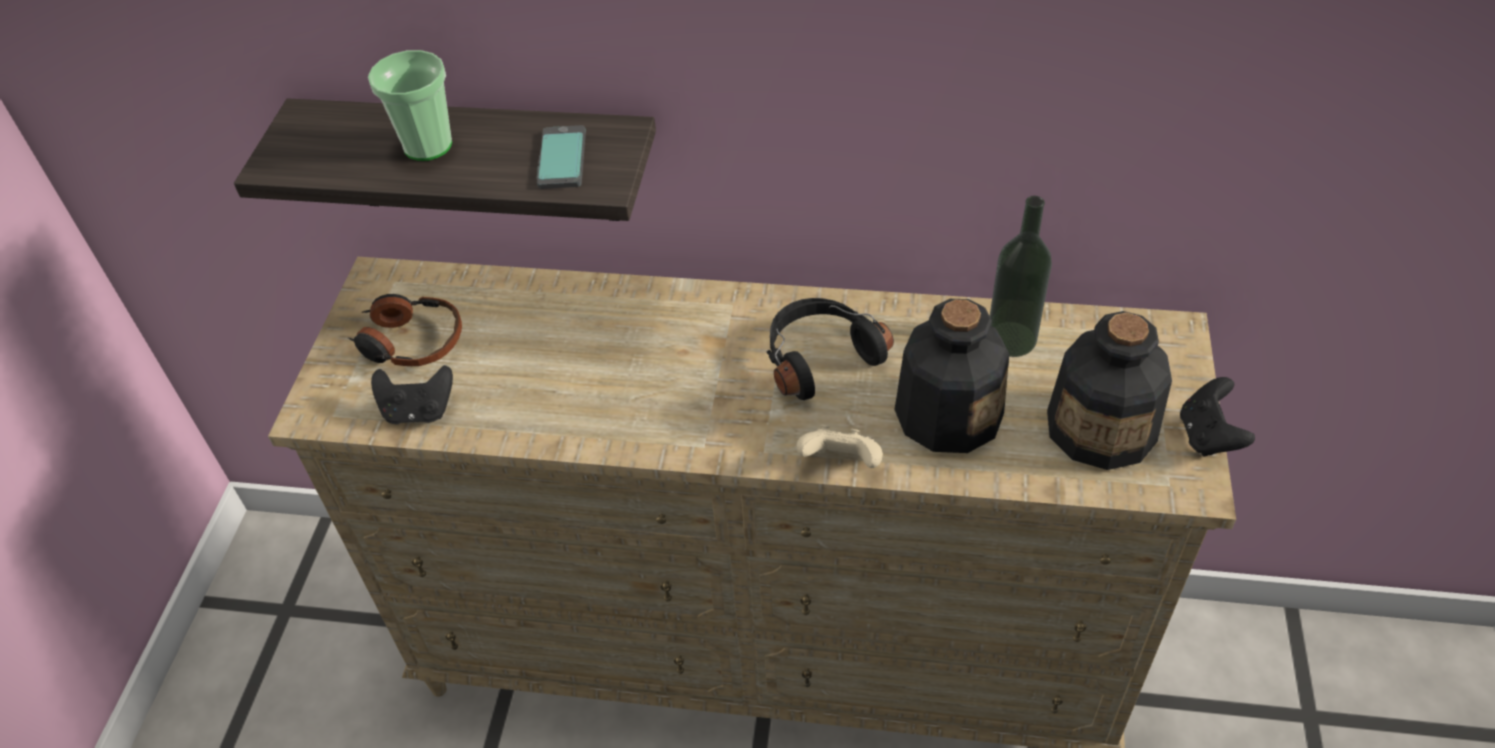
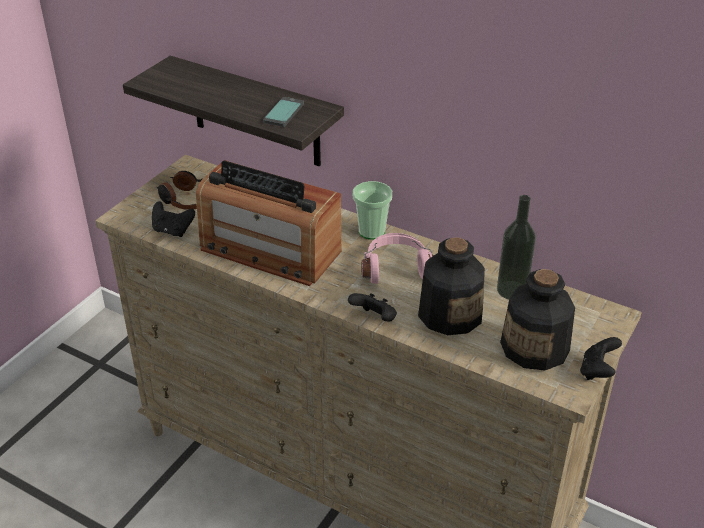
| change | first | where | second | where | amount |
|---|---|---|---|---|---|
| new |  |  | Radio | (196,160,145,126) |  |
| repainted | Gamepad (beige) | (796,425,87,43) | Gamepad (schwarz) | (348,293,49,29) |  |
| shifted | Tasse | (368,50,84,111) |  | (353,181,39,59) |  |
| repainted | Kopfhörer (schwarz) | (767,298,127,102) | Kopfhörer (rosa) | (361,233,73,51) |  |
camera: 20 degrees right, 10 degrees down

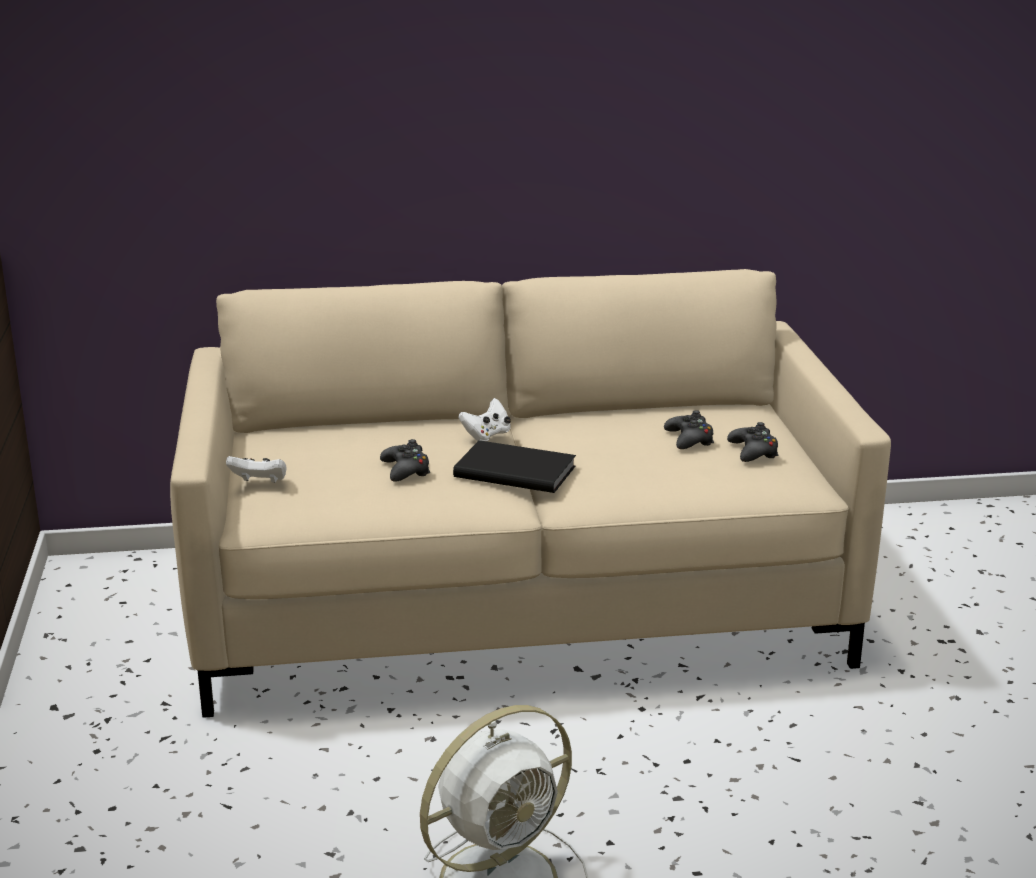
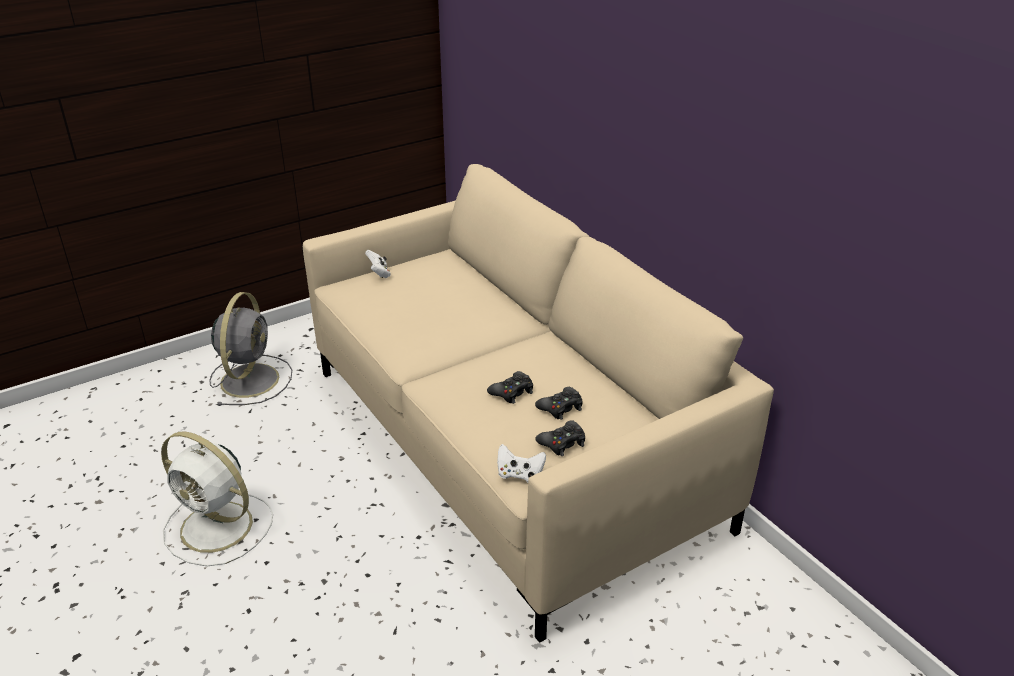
| change | first | where | second | where | amount |
|---|---|---|---|---|---|
| new |  |  | Ventilator (grau) | (209,292,83,114) |  |
| shifted | Gamepad (schwarz) | (380,439,50,43) |  | (487,371,46,33) |  |
| shifted | Gamepad (weiß) | (458,398,53,43) |  | (497,444,49,39) |  |
| gone | Buch (schwarz) | (453,440,123,53) |  |  |  |
camera: 65 degrees right, 10 degrees up

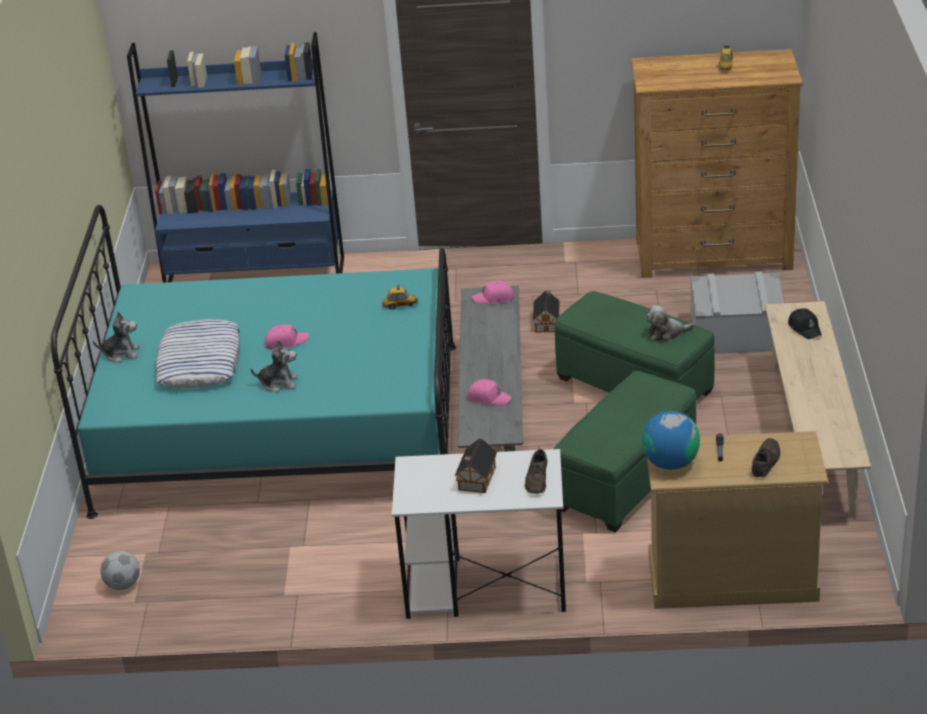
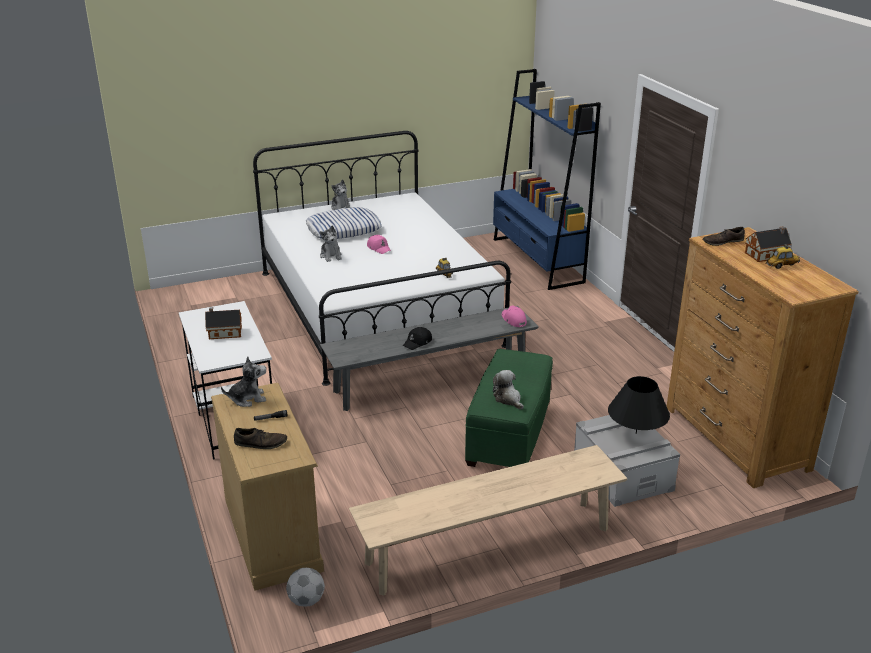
| change | first | where | second | where | amount |
|---|---|---|---|---|---|
| swapped | Globus | (642,411,58,59) | Plüschtier | (221,356,45,51) |  |
| repainted | Bett (türkis) | (51,205,405,314) | Bett (weiß) | (253,131,258,255) |  |
| shifted | Fußball | (101,551,39,39) |  | (286,568,39,38) |  |
| shifted | Kappe (schwarz) | (788,308,34,31) |  | (403,327,29,23) |  |
| new |  |  | Tischlampe (schwarz) | (608,376,62,58) |  |
| shifted | Schuh (braun) | (525,449,22,45) |  | (703,227,42,19) |  |
| shifted | Spielzeughaus | (533,291,27,42) |  | (745,227,47,35) |  |
| gone | Kappe (rosa) | (467,379,45,27) |  |  |  |
| gone | Polsterhocker (grün) | (553,371,144,161) |  |  |  |
camera: 65 degrees right, 5 degrees down

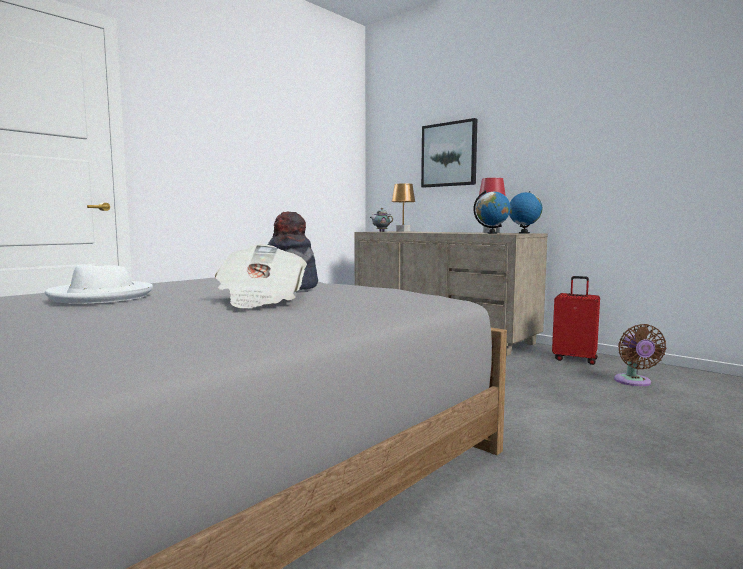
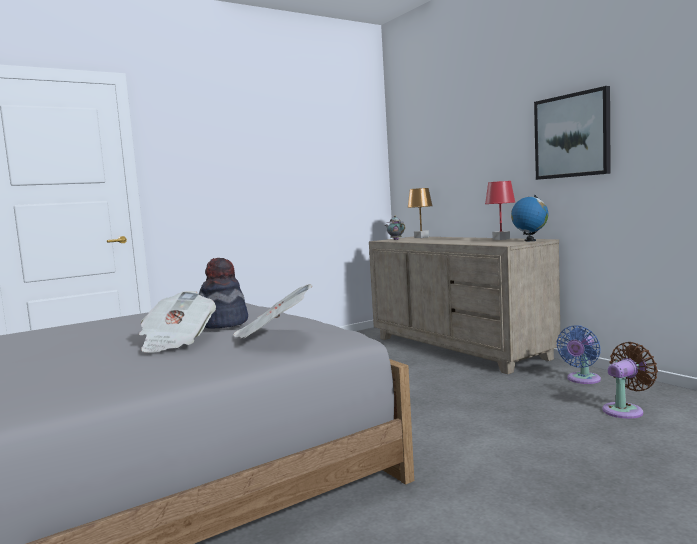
| change | first | where | second | where | amount |
|---|---|---|---|---|---|
| new |  |  | Zeitung | (233,284,80,55) |  |
| shifted | Bild | (421,118,56,69) |  | (534,86,77,94) |  |
| swapped | Koffer (rot) | (552,276,48,89) | Ventilator (blau) | (557,325,44,59) |  |
| rotated | Ventilator (braun) | (614,324,53,62) |  | (603,342,55,77) | 135 degrees counterclockwise |
| gone | Hut (weiß) | (45,265,108,39) |  |  |  |
| gone | Globus | (473,190,38,44) |  |  |  |
camera: 15 degrees right, 0 degrees up

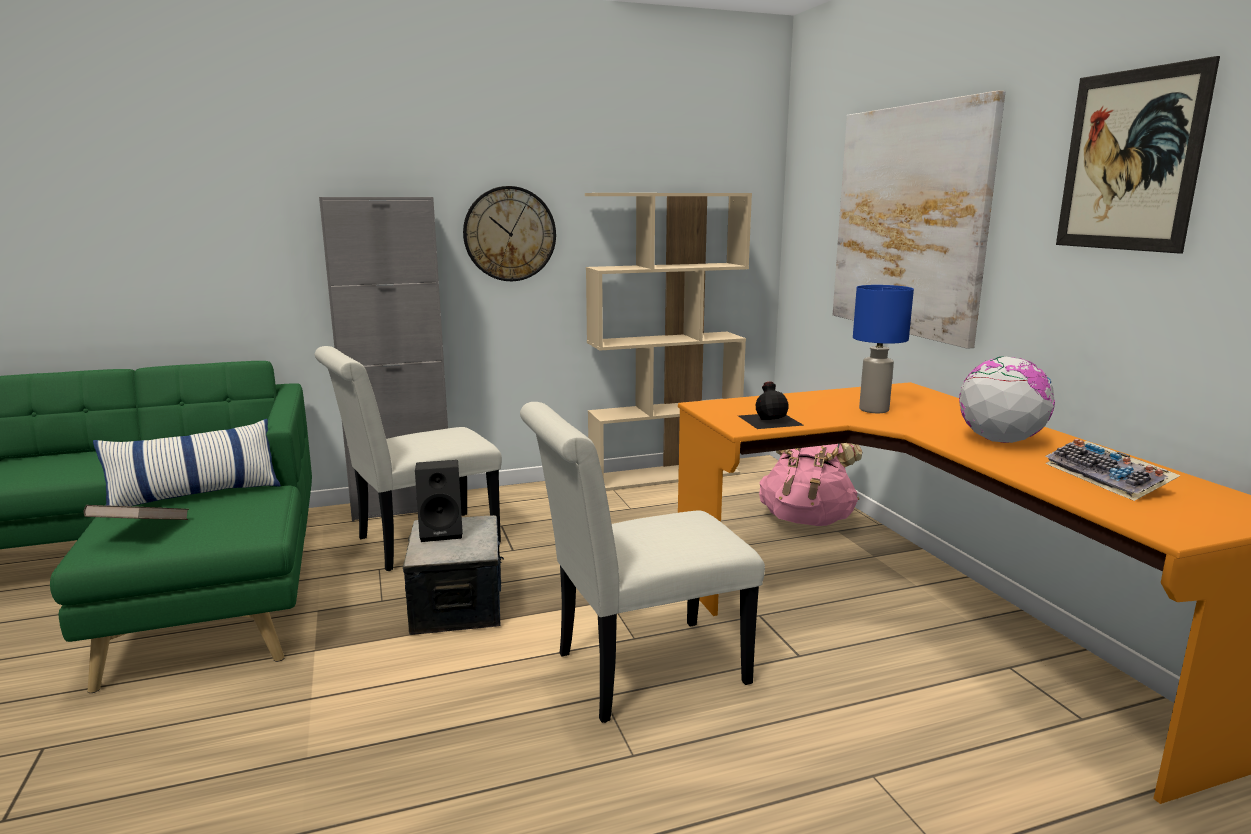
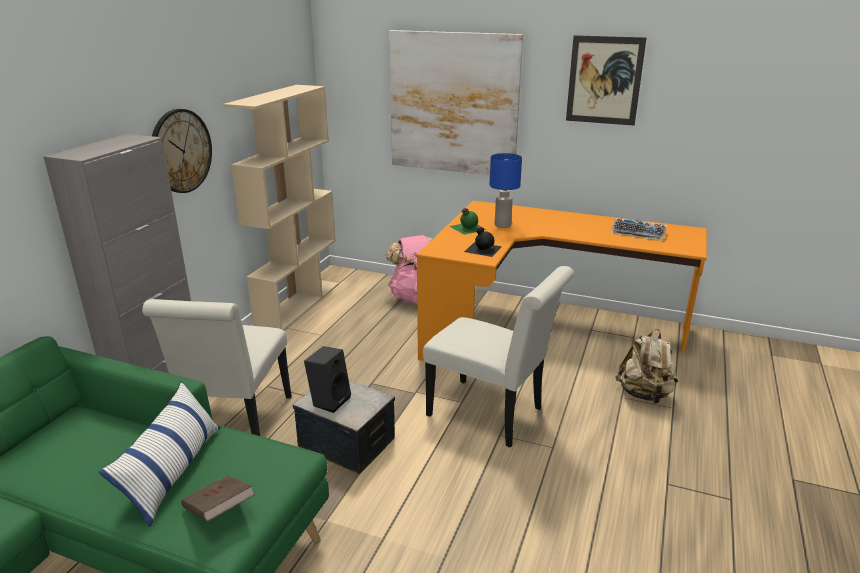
| change | first | where | second | where | amount |
|---|---|---|---|---|---|
| rotated | Stuhl (weiß) | (520,402,245,321) |  | (423,266,151,181) | 75 degrees counterclockwise |
| new |  |  | Flasche (grün) | (449,208,38,27) |  |
| new |  |  | Rucksack (beige) | (615,329,63,75) |  |
| gone | Globus | (959,356,96,87) |  |  |  |
camera: 50 degrees left, 10 degrees up

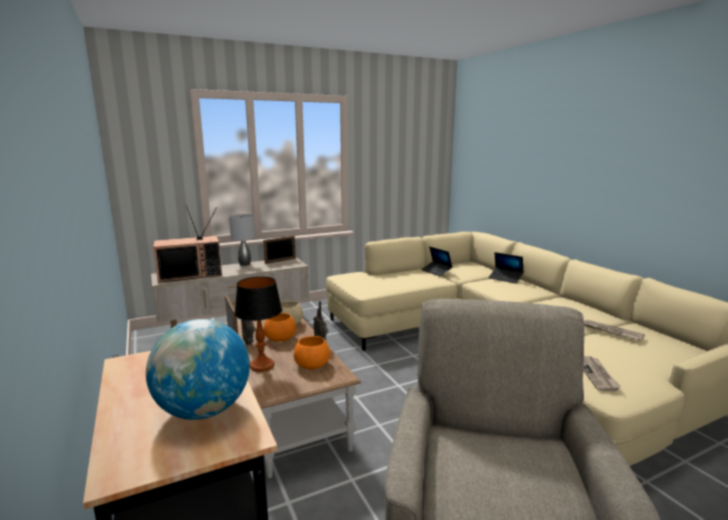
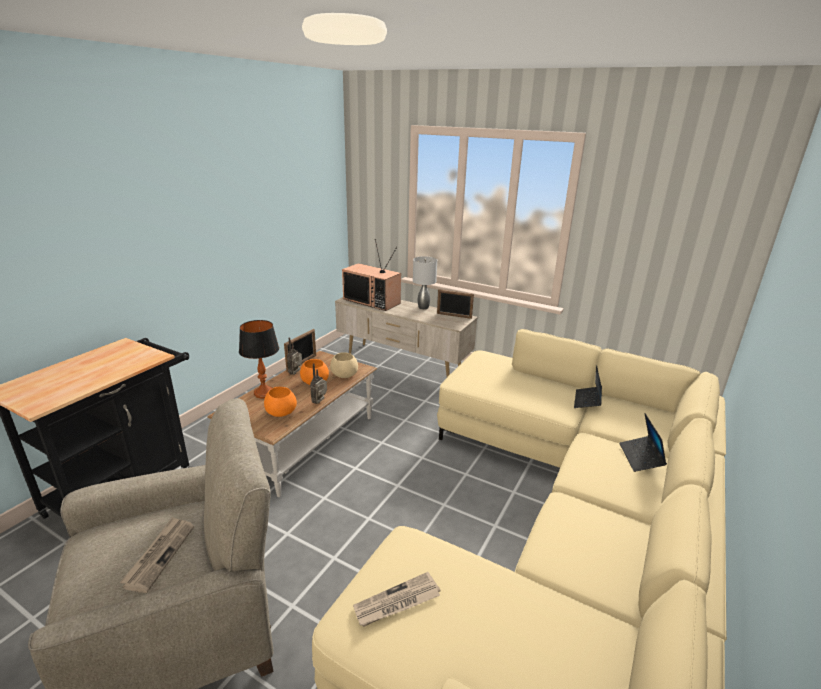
| change | first | where | second | where | amount |
|---|---|---|---|---|---|
| shifted | Zeitung | (584,320,61,21) |  | (120,517,74,76) |  |
| gone | Globus | (146,319,104,101) |  |  |  |
camera: 55 degrees right, 10 degrees up

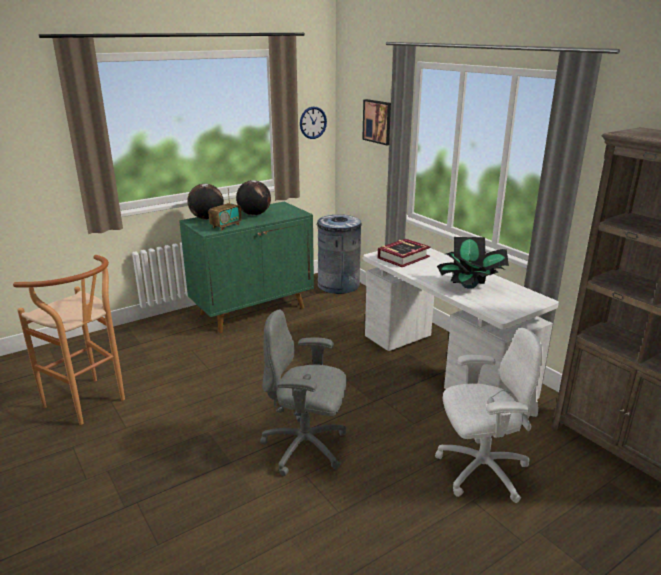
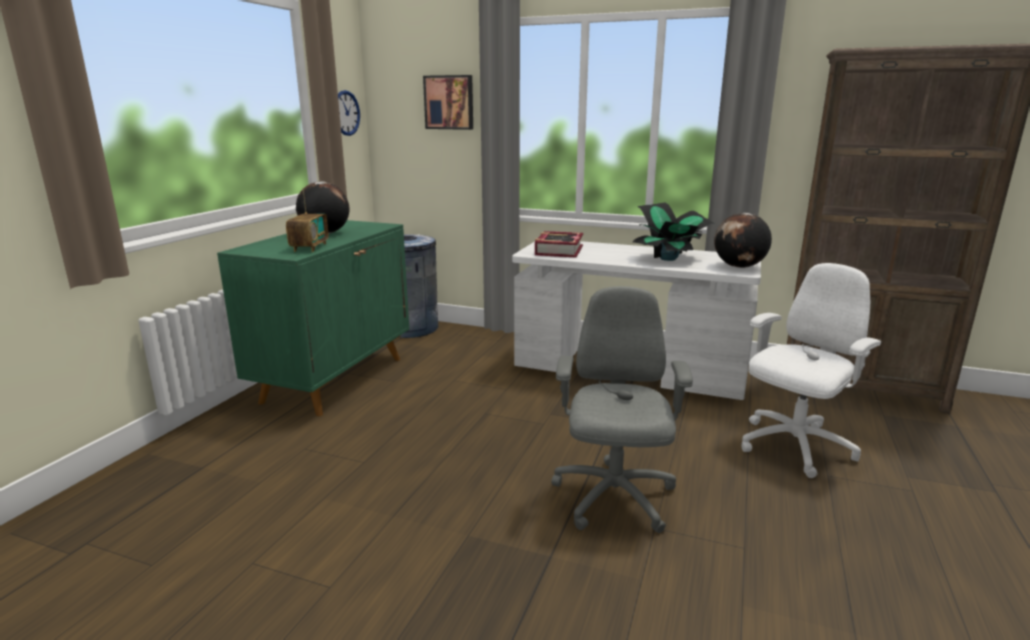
| change | first | where | second | where | amount |
|---|---|---|---|---|---|
| rotated | Bürostuhl (grau) | (260,310,87,166) |  | (551,286,142,247) | 120 degrees clockwise |
| shifted | Globus | (188,184,36,36) |  | (714,213,58,55) |  |
| gone | Hocker (braun) | (13,255,112,170) |  |  |  |
camera: 35 degrees left, 5 degrees down

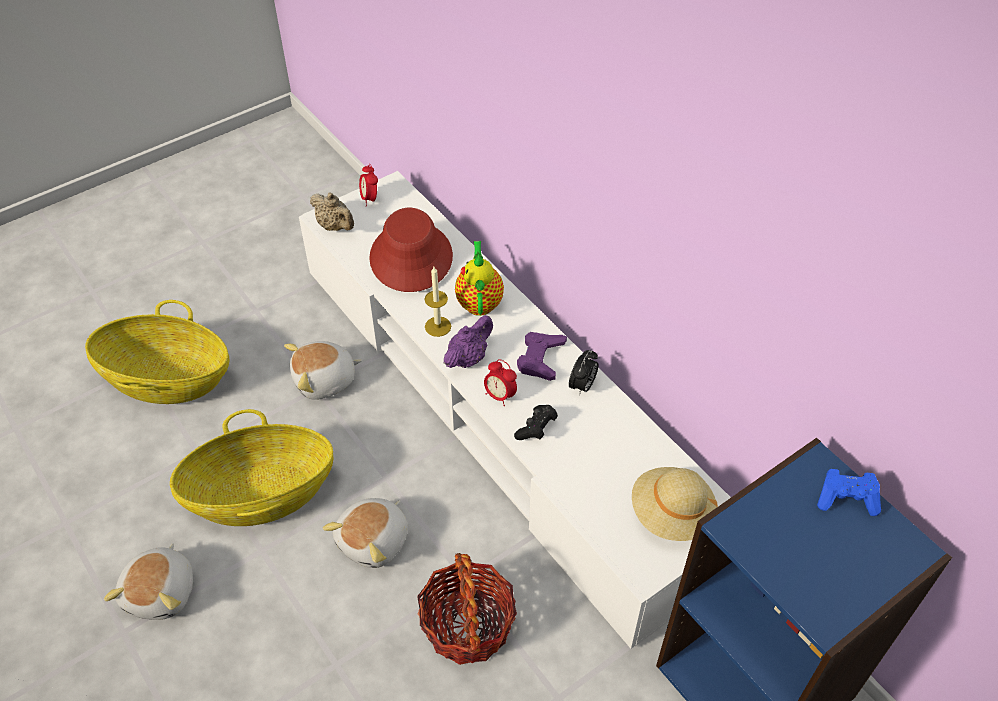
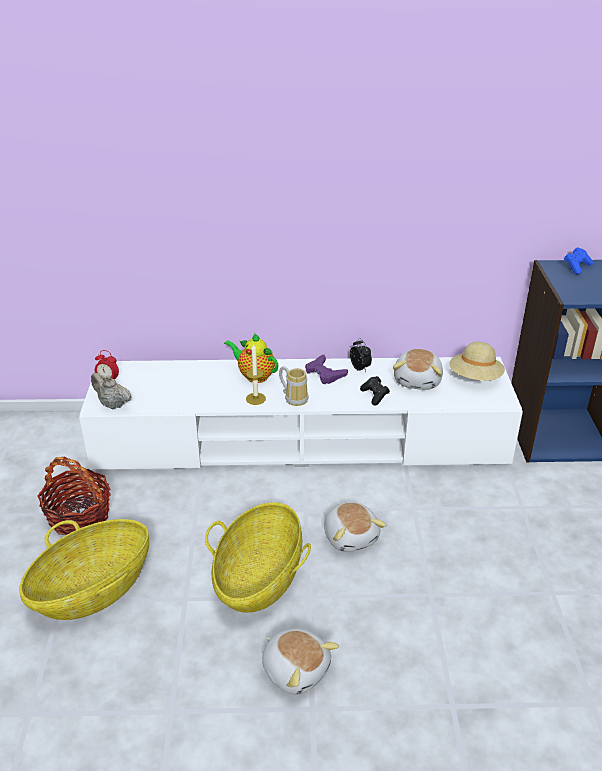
| change | first | where | second | where | amount |
|---|---|---|---|---|---|
| shifted | Korb | (417,553,100,112) |  | (37,457,74,78) |  |
| rotated | Teekanne (beige) | (310,192,44,39) |  | (91,373,41,36) | 135 degrees counterclockwise |
| swapped | Teekanne (lila) | (444,315,49,53) | Henkelbecher | (279,366,30,40) |  |
| shifted | Plüschtier | (284,341,78,59) |  | (393,349,50,41) |  |
| gone | Hut (rot) | (369,208,84,84) |  |  |  |
| gone | Wecker | (484,359,33,47) |  |  |  |
camera: 55 degrees left, 15 degrees down

